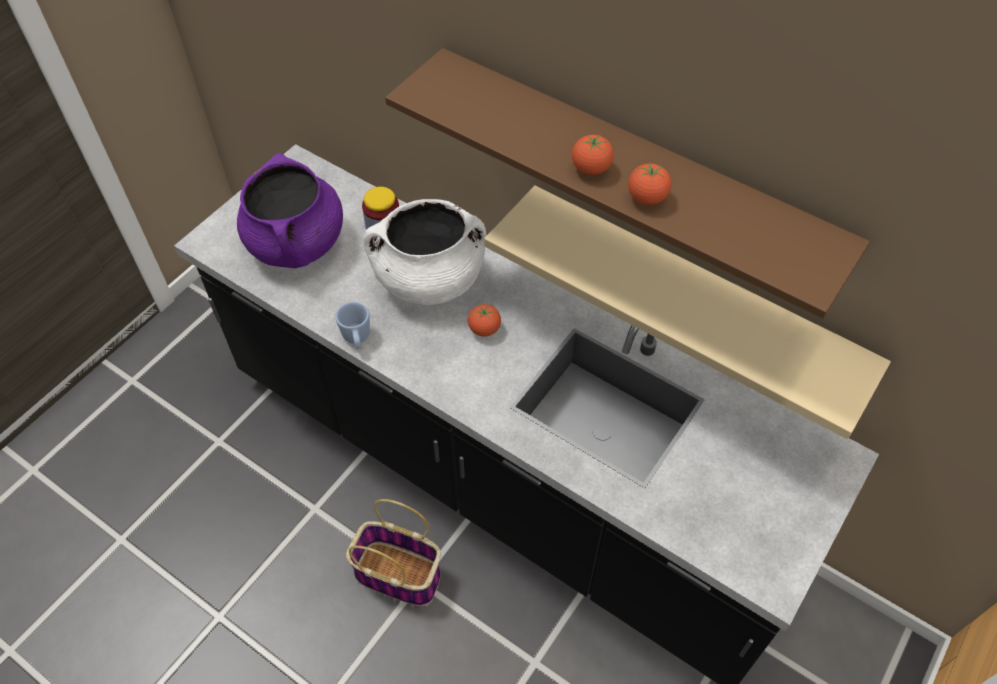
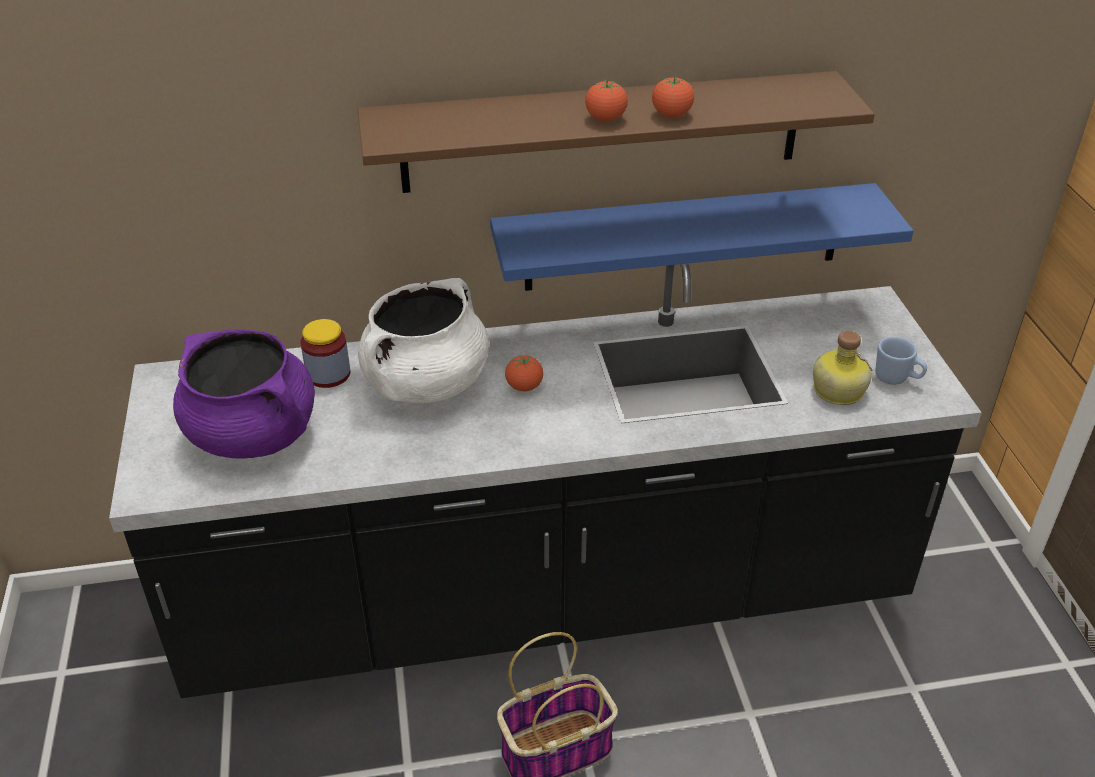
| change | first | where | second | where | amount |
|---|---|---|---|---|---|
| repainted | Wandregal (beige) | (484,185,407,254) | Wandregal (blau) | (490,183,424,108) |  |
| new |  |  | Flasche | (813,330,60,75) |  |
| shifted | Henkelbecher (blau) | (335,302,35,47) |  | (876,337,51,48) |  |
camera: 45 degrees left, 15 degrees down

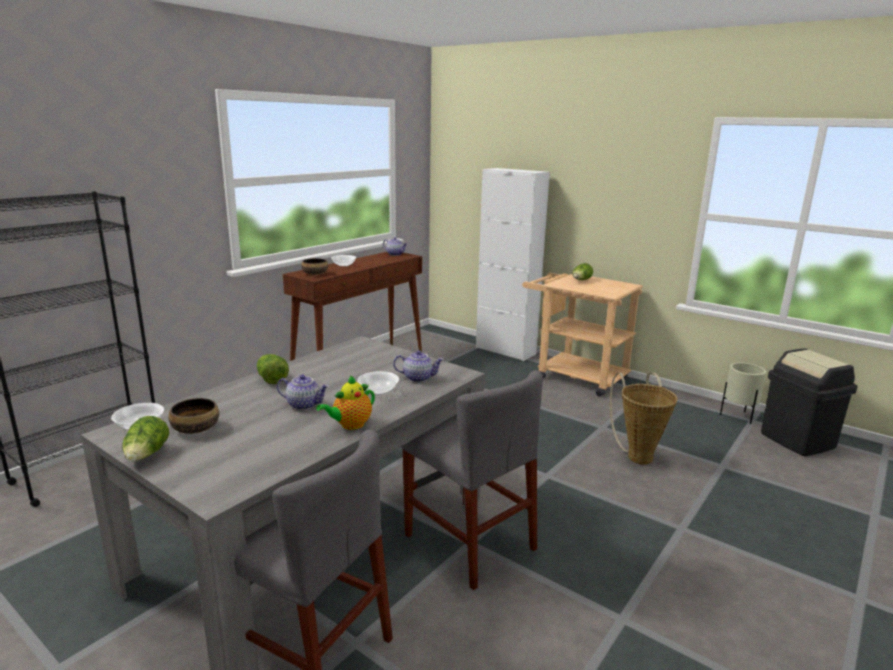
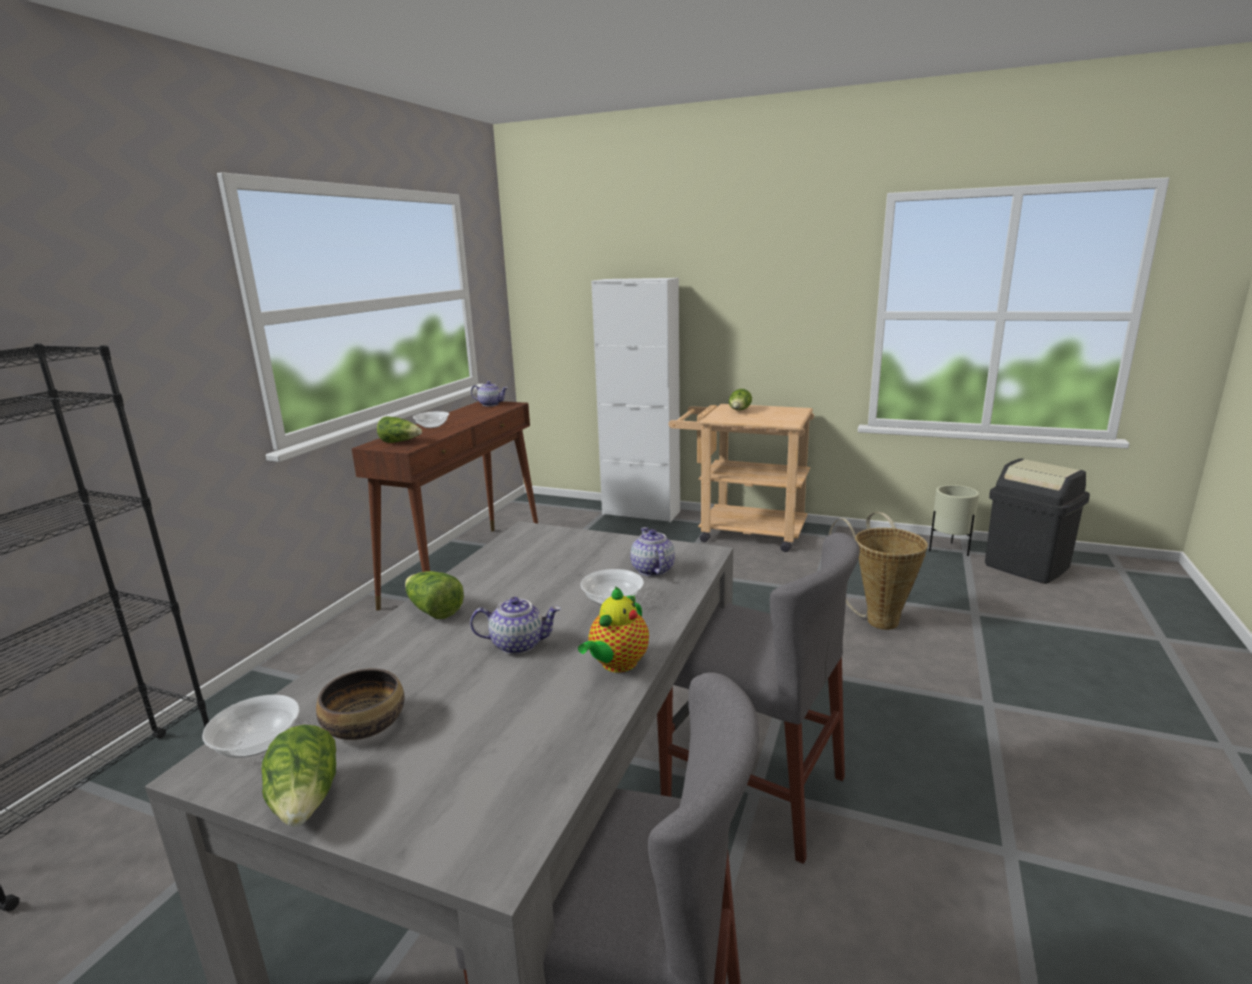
| change | first | where | second | where | amount |
|---|---|---|---|---|---|
| swapped | Schüssel | (301,258,27,17) | Salatkopf | (377,416,45,27) |  |
| rotated | Teekanne | (393,350,51,32) |  | (630,527,45,49) | 90 degrees counterclockwise |
camera: 15 degrees left, 0 degrees up

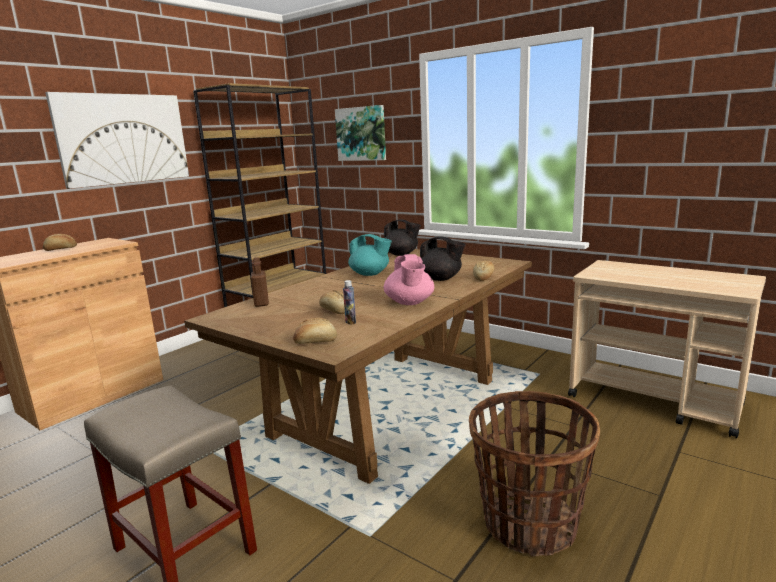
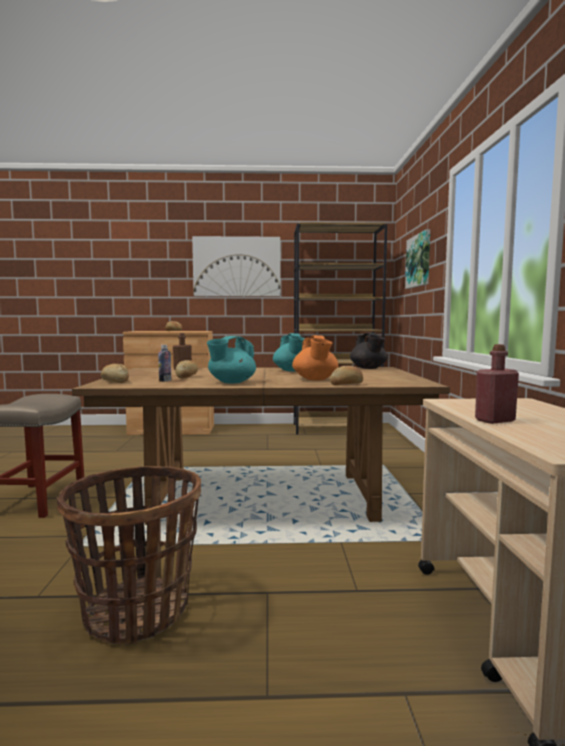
| change | first | where | second | where | amount |
|---|---|---|---|---|---|
| repainted | Teekanne (rosa) | (384,254,50,51) | Teekanne (türkis) | (207,336,49,47) |  |
| repainted | Teekanne (schwarz) | (420,236,46,45) | Teekanne (orange) | (292,335,46,45) |  |
| new |  |  | Flasche (rot) | (475,344,44,80) |  |
camera: 50 degrees right, 10 degrees down

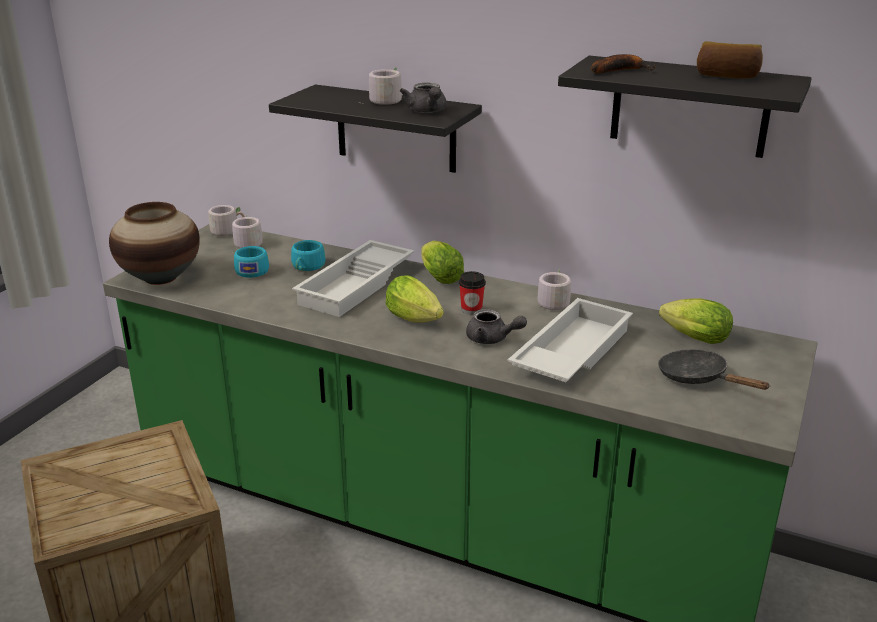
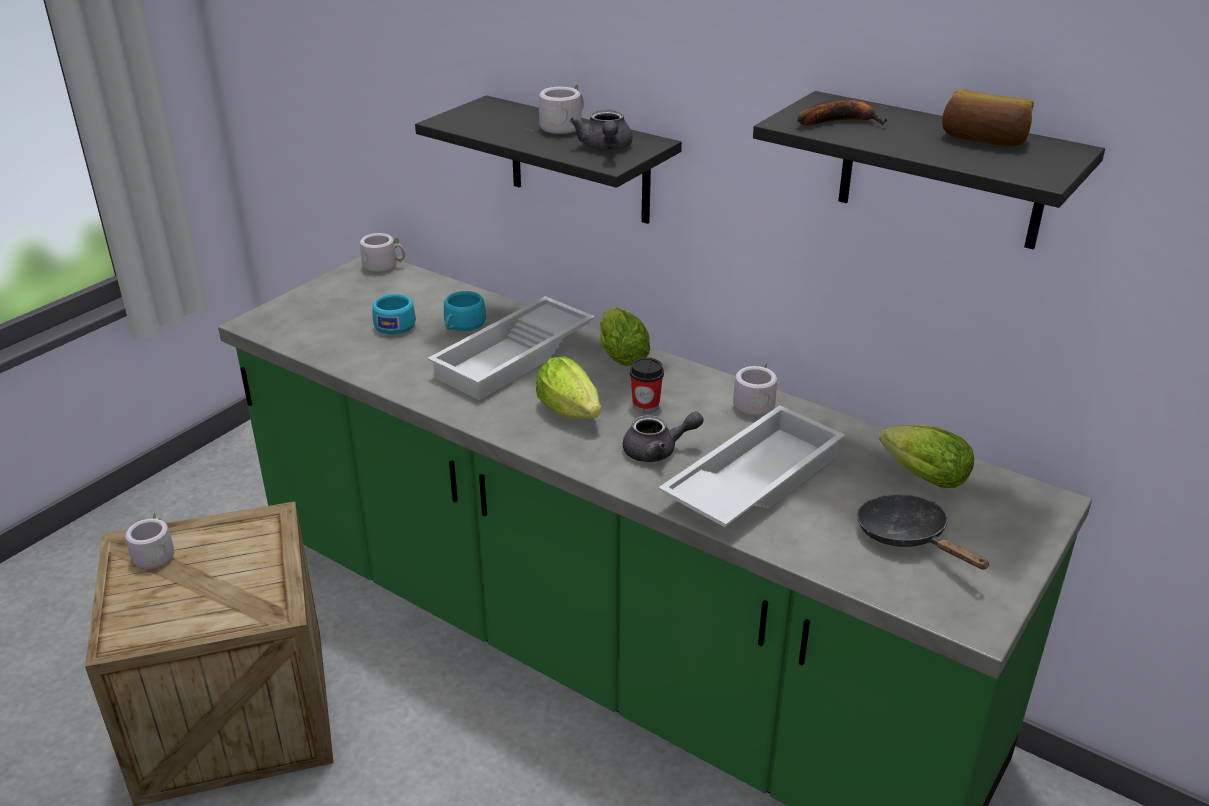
| change | first | where | second | where | amount |
|---|---|---|---|---|---|
| shifted | Henkelbecher (grau) | (232,216,31,32) |  | (120,512,54,61) |  |
| rotated | Teekanne (grau) | (466,309,61,35) |  | (623,411,81,51) | 45 degrees counterclockwise |
| gone | Vase | (109,202,91,83) |  |  |  |
camera: 10 degrees right, 5 degrees up

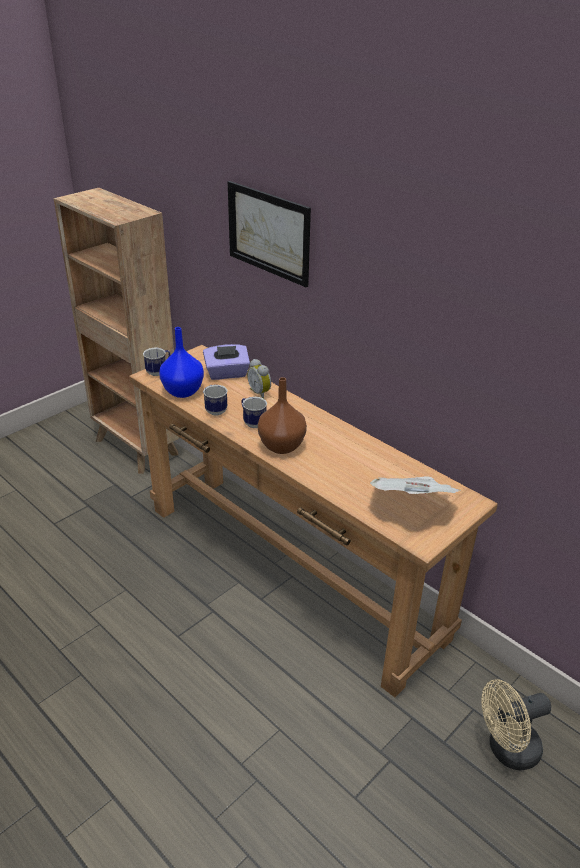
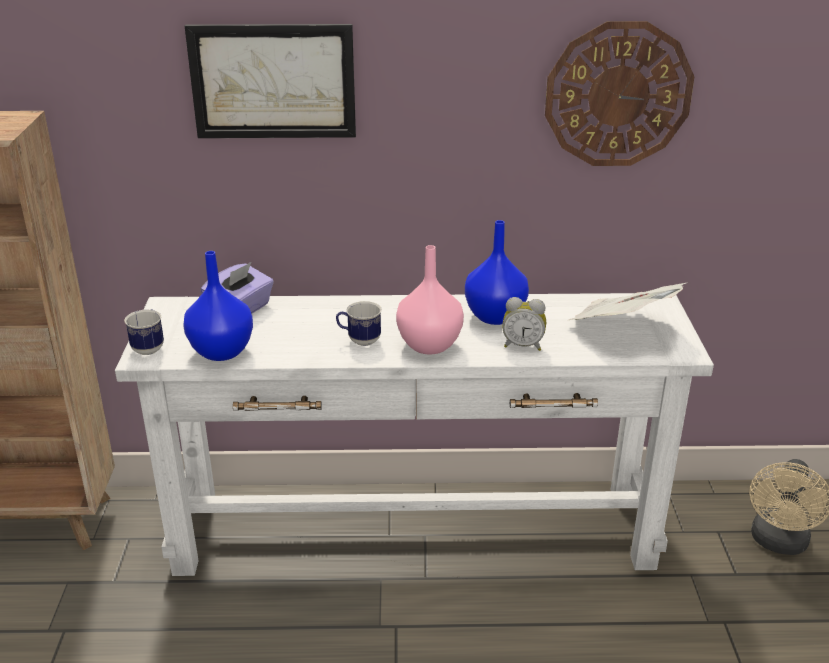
| change | first | where | second | where | amount |
|---|---|---|---|---|---|
| repainted | Konsolentisch (braun) | (129,345,369,352) | Konsolentisch (weiß) | (115,293,599,283) |  |
| repainted | Vase (braun) | (258,377,49,77) | Vase (rosa) | (396,245,68,110) |  |
| new |  |  | Vase (blau) | (465,220,64,105) |  |
| shifted | Wecker | (247,359,24,40) |  | (502,297,44,54) |  |
| new |  |  | Wanduhr | (545,21,149,145) |  |
| gone | Henkelbecher | (203,385,25,31) |  |  |  |
camera: 45 degrees left, 5 degrees down

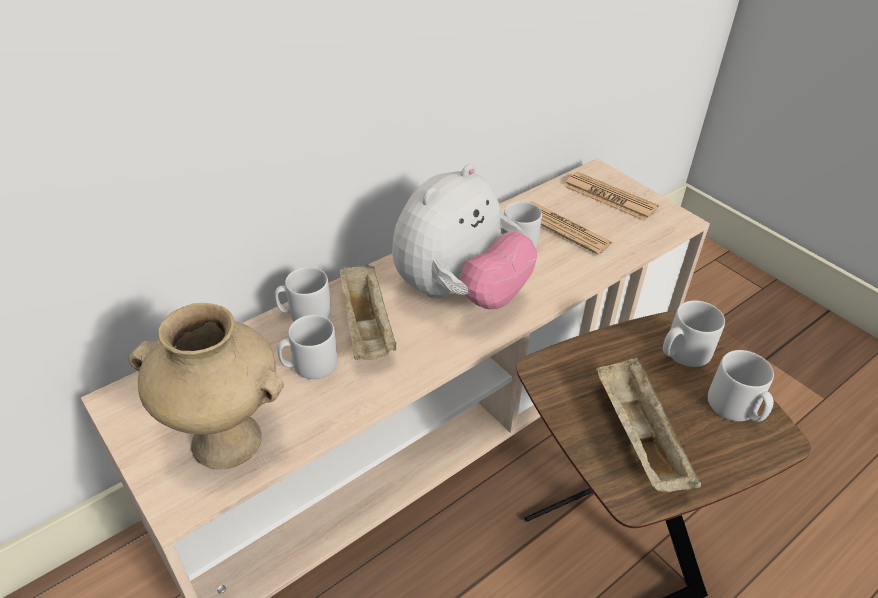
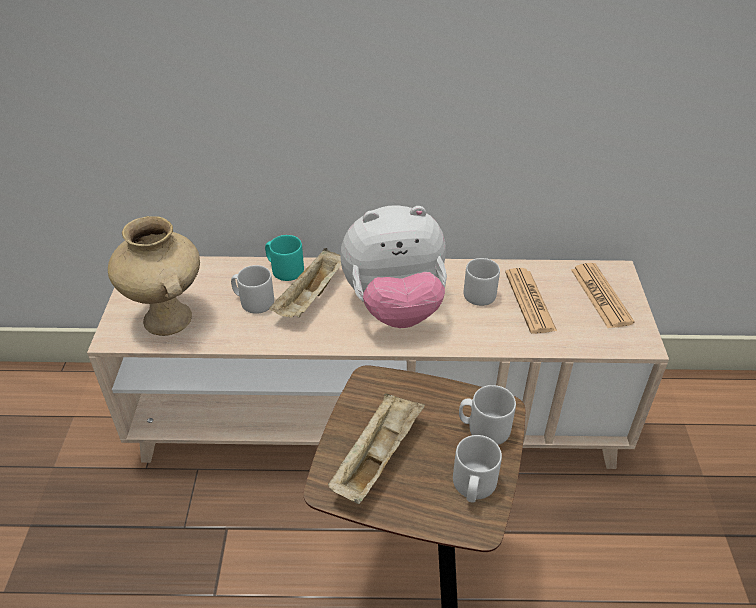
| change | first | where | second | where | amount |
|---|---|---|---|---|---|
| repainted | Henkelbecher (grau) | (275,267,56,54) | Henkelbecher (türkis) | (265,235,39,46) |  |
camera: 40 degrees right, 0 degrees up

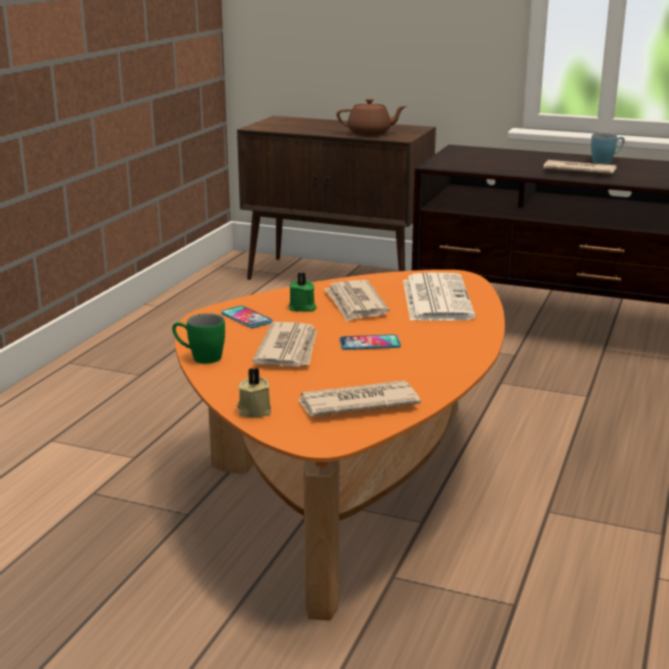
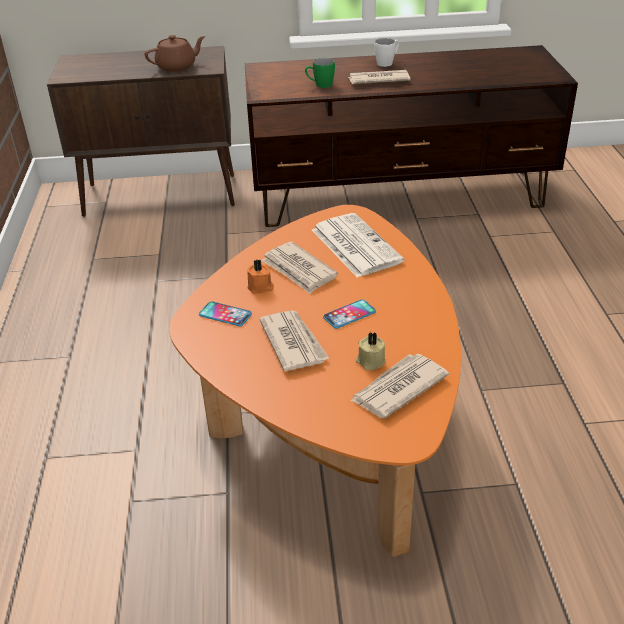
| change | first | where | second | where | amount |
|---|---|---|---|---|---|
| repainted | Kerze (grün) | (289,272,27,40) | Kerze (orange) | (247,259,27,35) |  |
| shifted | Henkelbecher (grün) | (172,313,53,51) |  | (305,58,30,30) |  |
| shifted | Kerze (beige) | (237,368,34,50) |  | (356,332,30,38) |  |
| repainted | Henkelbecher (blau) | (591,133,34,31) | Henkelbecher (weiß) | (375,38,24,29) |  |
camera: 25 degrees left, 15 degrees up

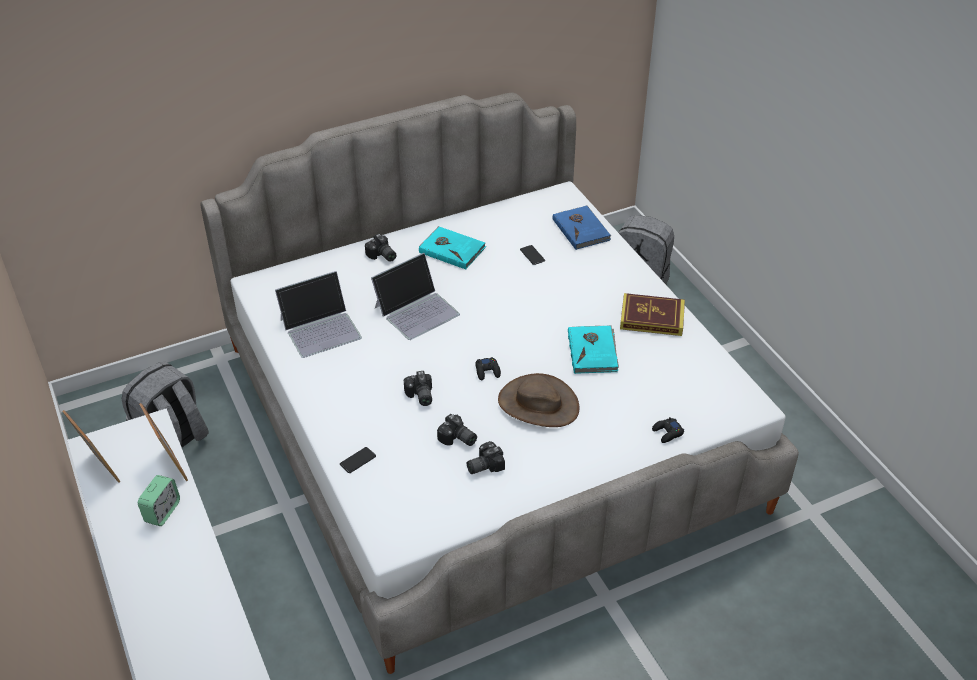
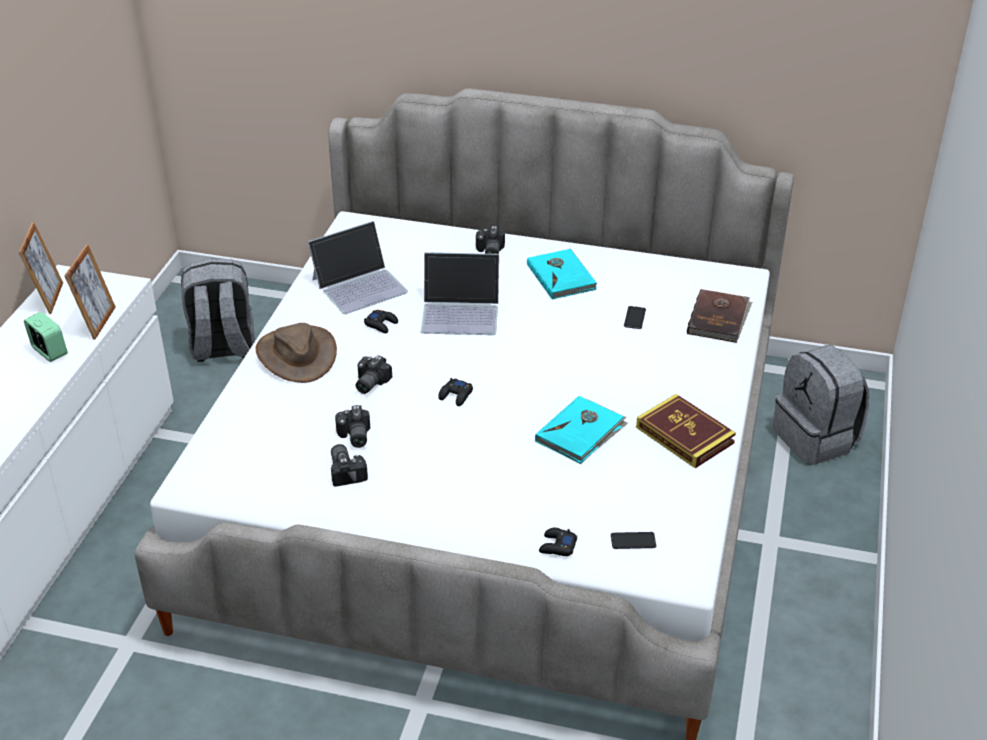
| change | first | where | second | where | amount |
|---|---|---|---|---|---|
| rotated | Wecker | (138,475,42,51) |  | (24,312,44,50) | 105 degrees counterclockwise |
| shifted | Hut (braun) | (498,373,81,54) |  | (256,323,81,60) |  |
| rotated | Laptop | (275,271,87,87) |  | (308,221,100,93) | 45 degrees counterclockwise |
| rotated | Kamera | (467,441,38,33) |  | (331,444,37,43) | 60 degrees clockwise |
| new |  |  | Gamepad (schwarz) | (364,310,34,23) |  |
| shifted | Handy | (340,447,36,26) |  | (611,532,45,17) |  |
| repainted | Buch (blau) | (552,205,59,45) | Buch (braun) | (687,289,65,54) |  |
camera: 40 degrees right, 5 degrees down

